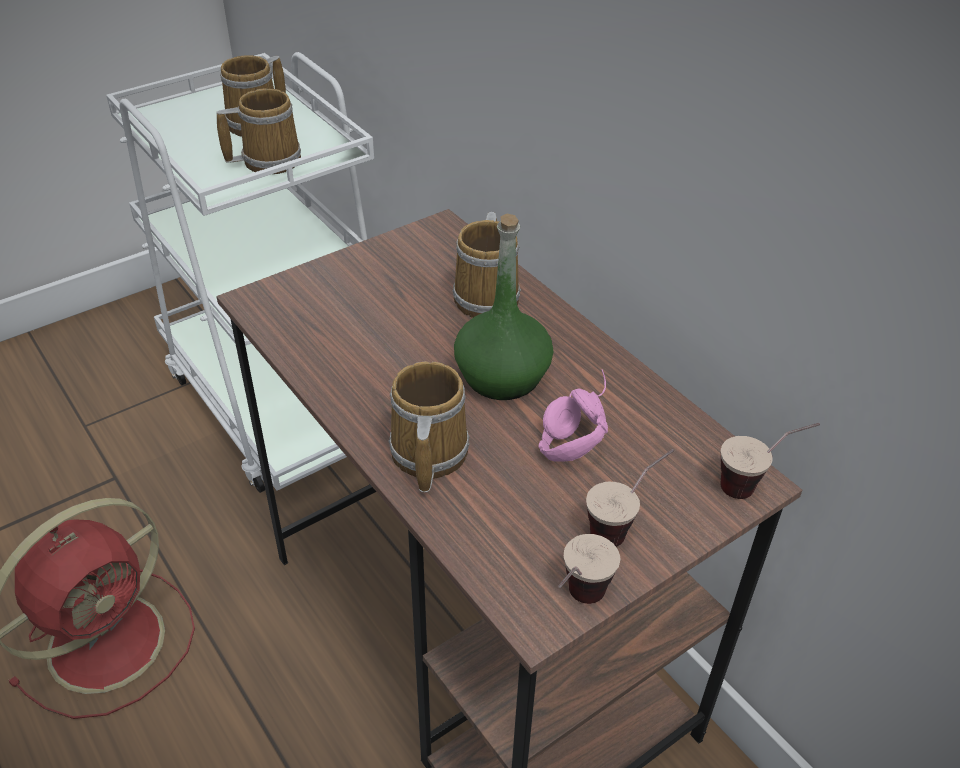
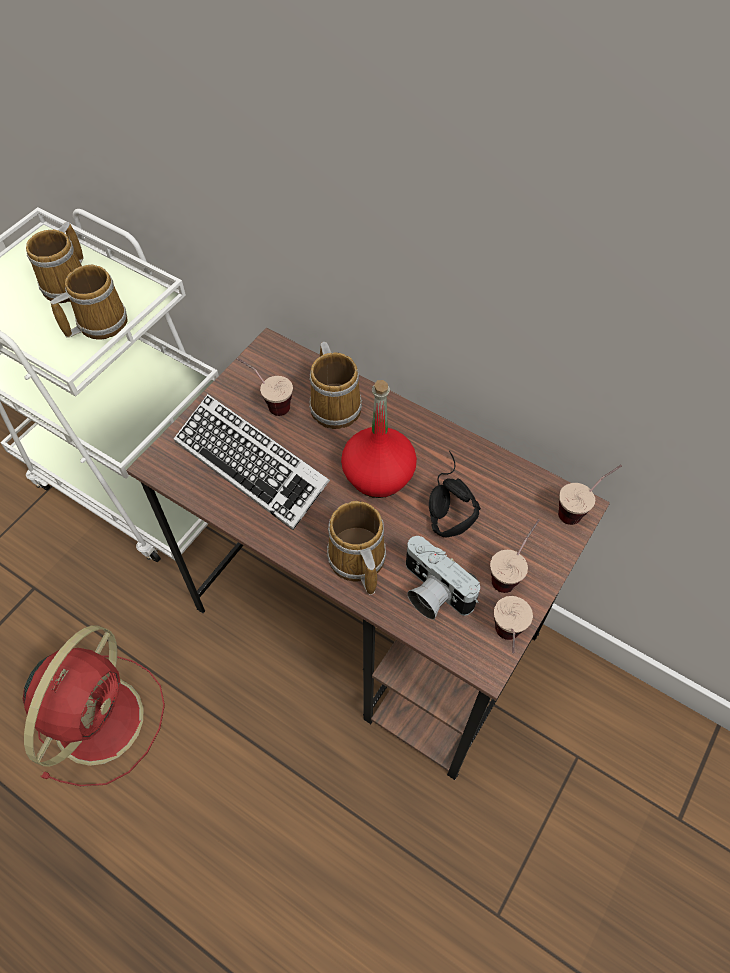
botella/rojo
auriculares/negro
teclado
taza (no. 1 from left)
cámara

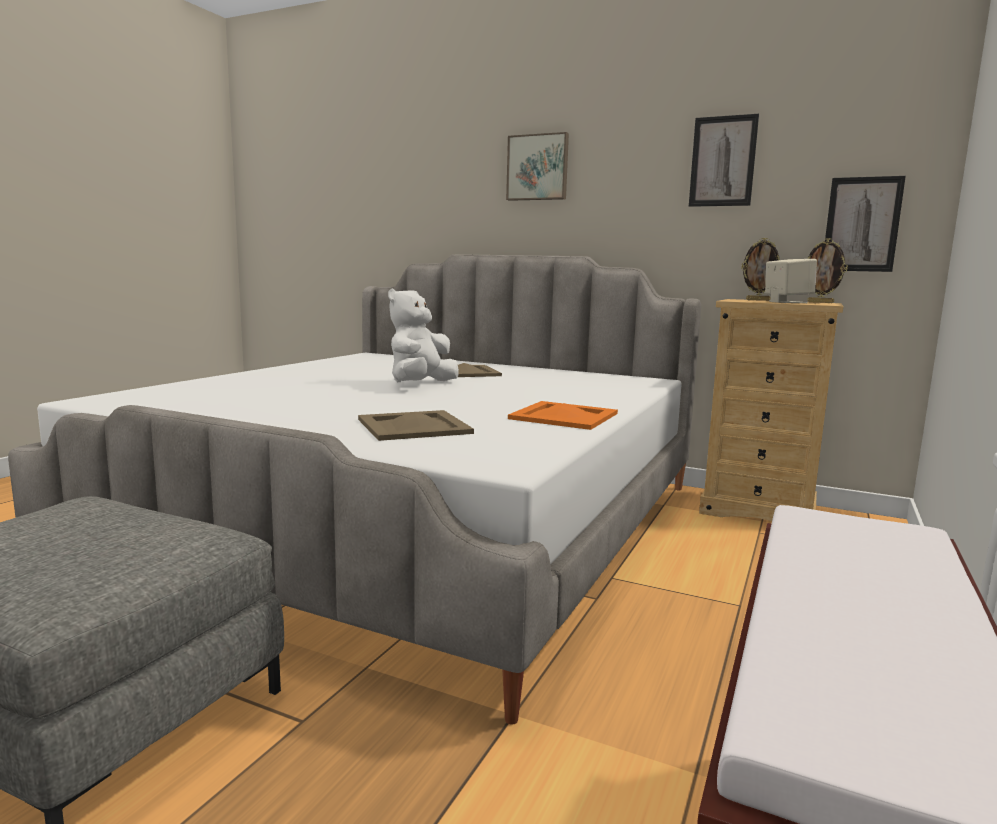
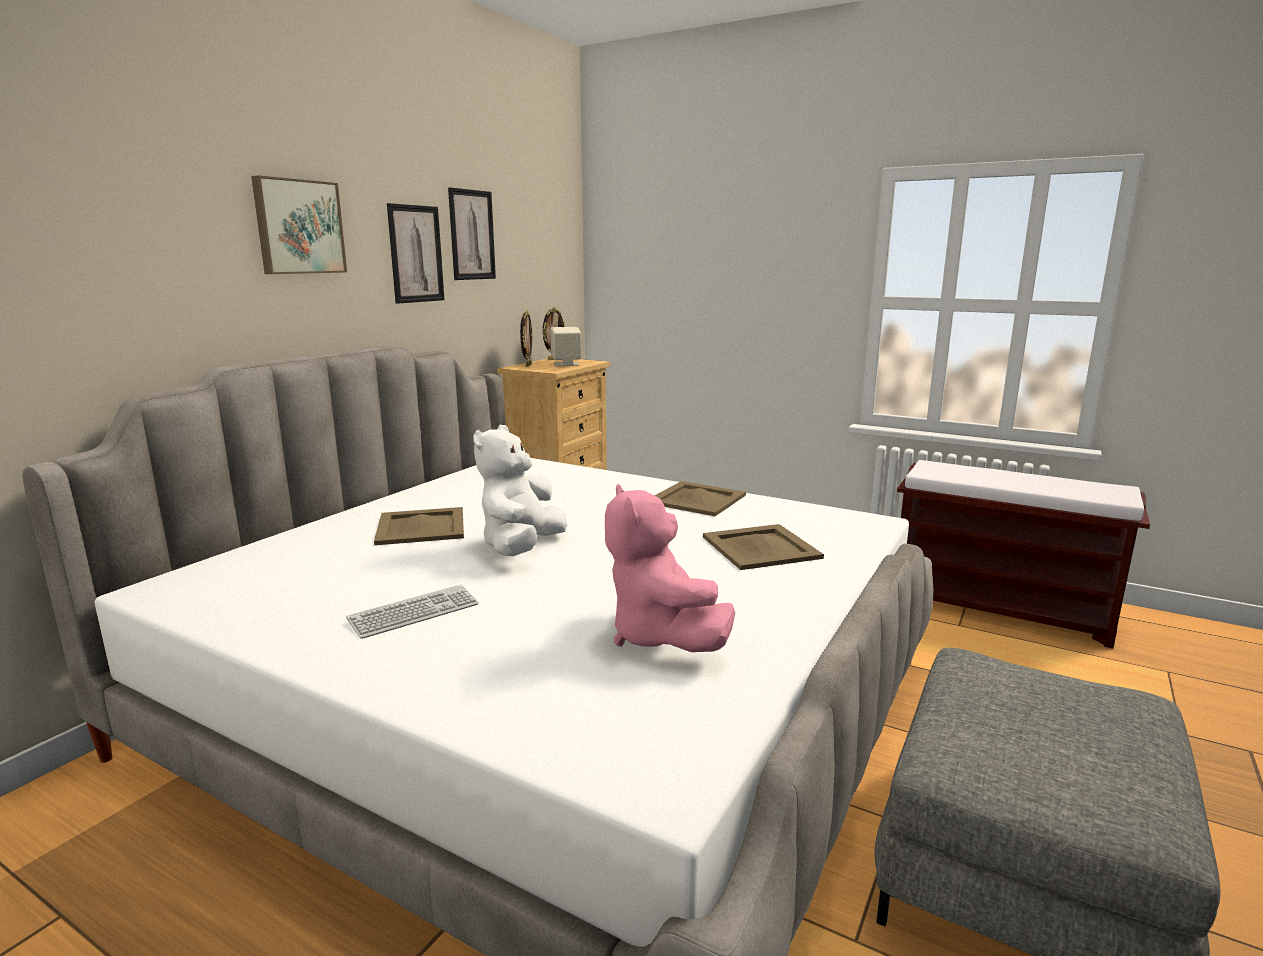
peluche/blanco
bandeja/beis (no. 2 from left)
cuadro (no. 2 from left)
teclado
peluche/rosa

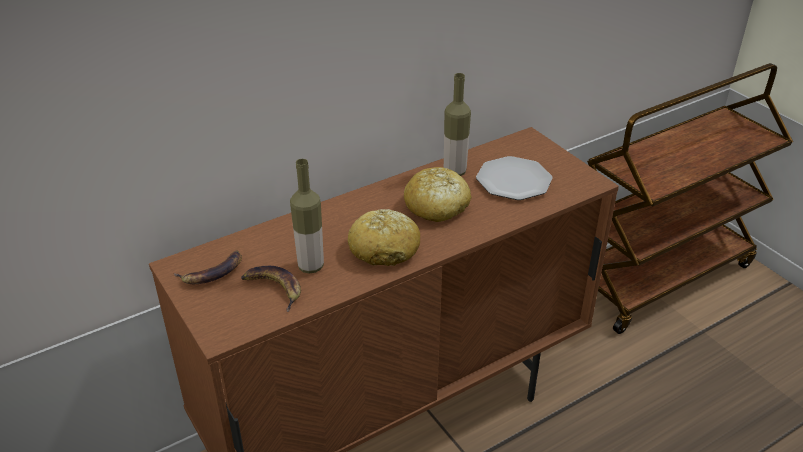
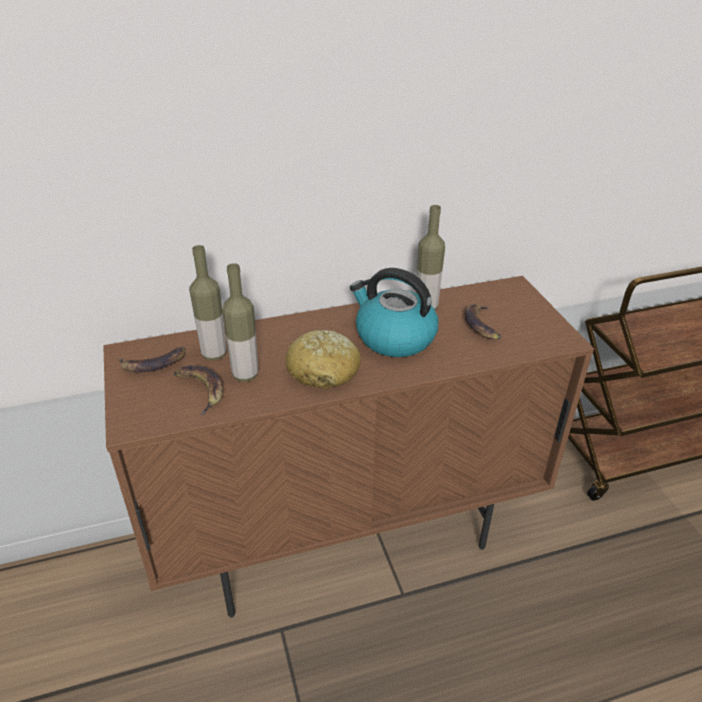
hervidor
plátano (no. 3 from left)
botella (no. 1 from left)

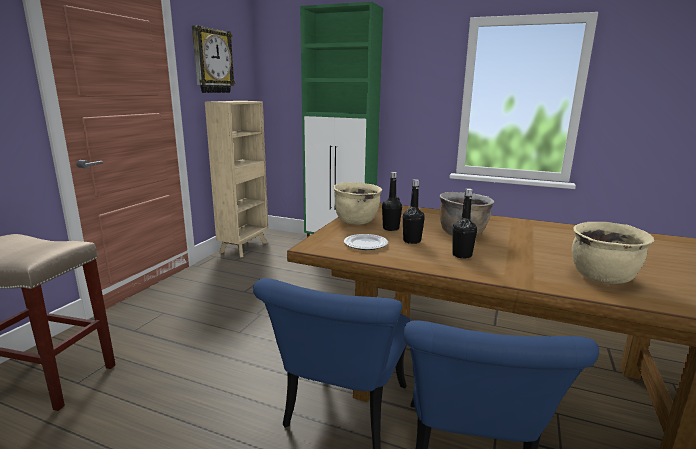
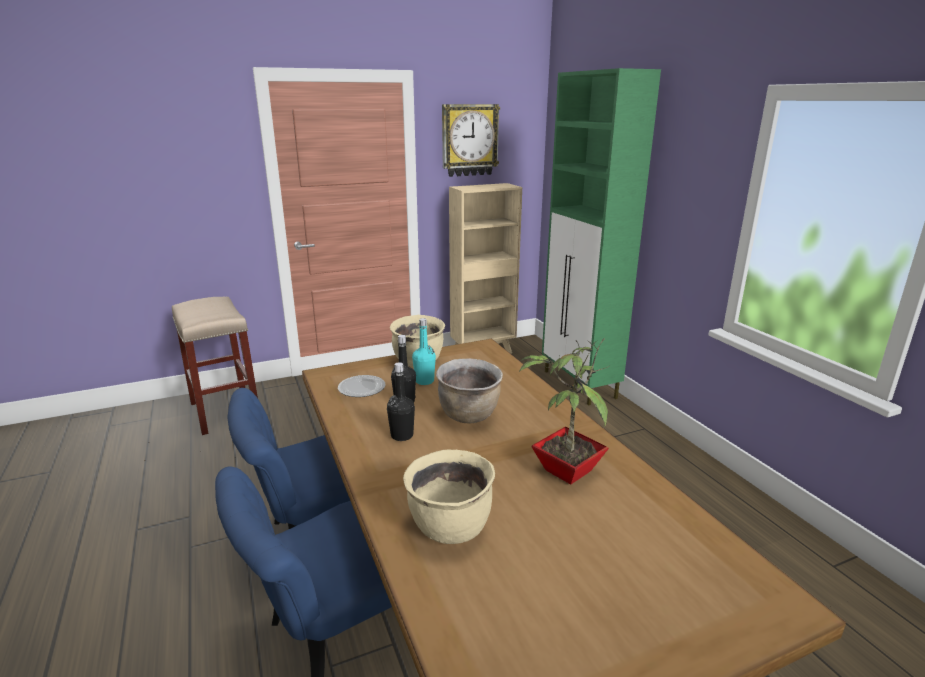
botella/turquesa
planta en maceta

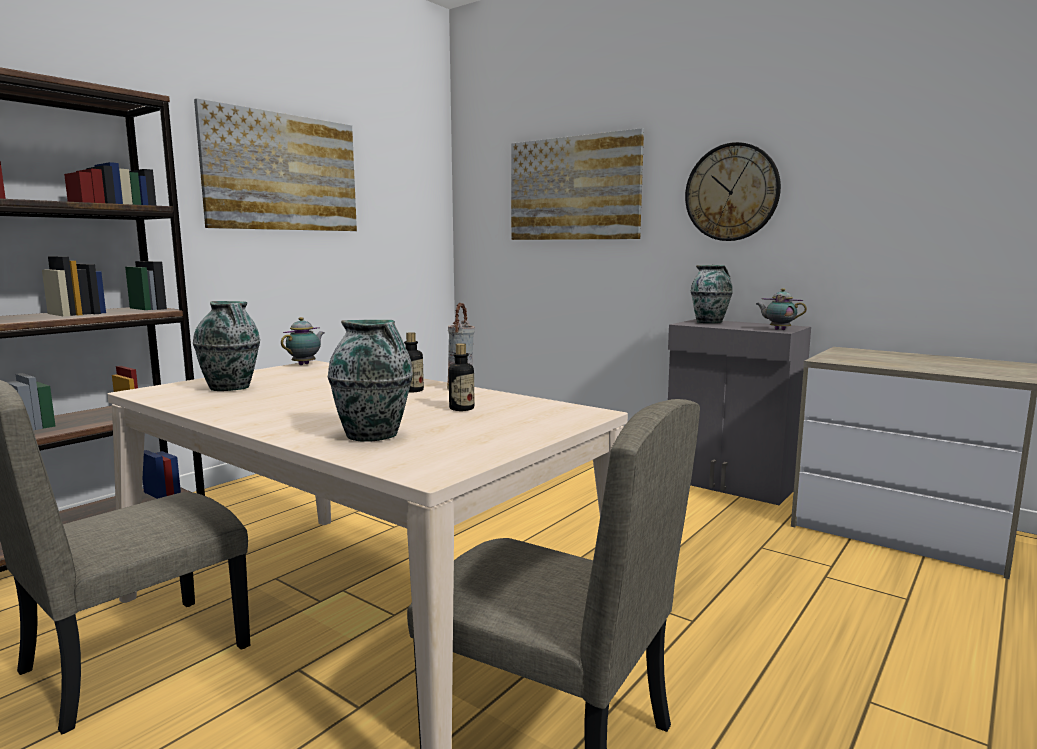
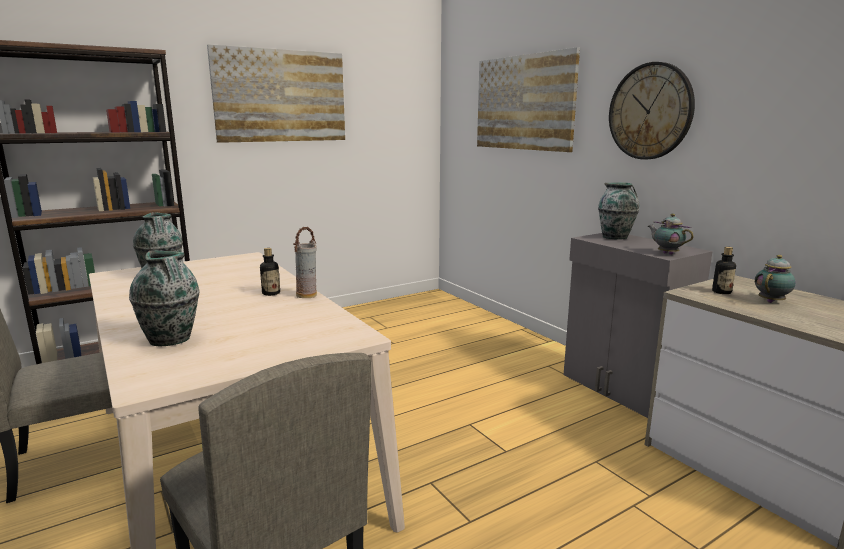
tetera (no. 2 from left)
botella (no. 2 from left)

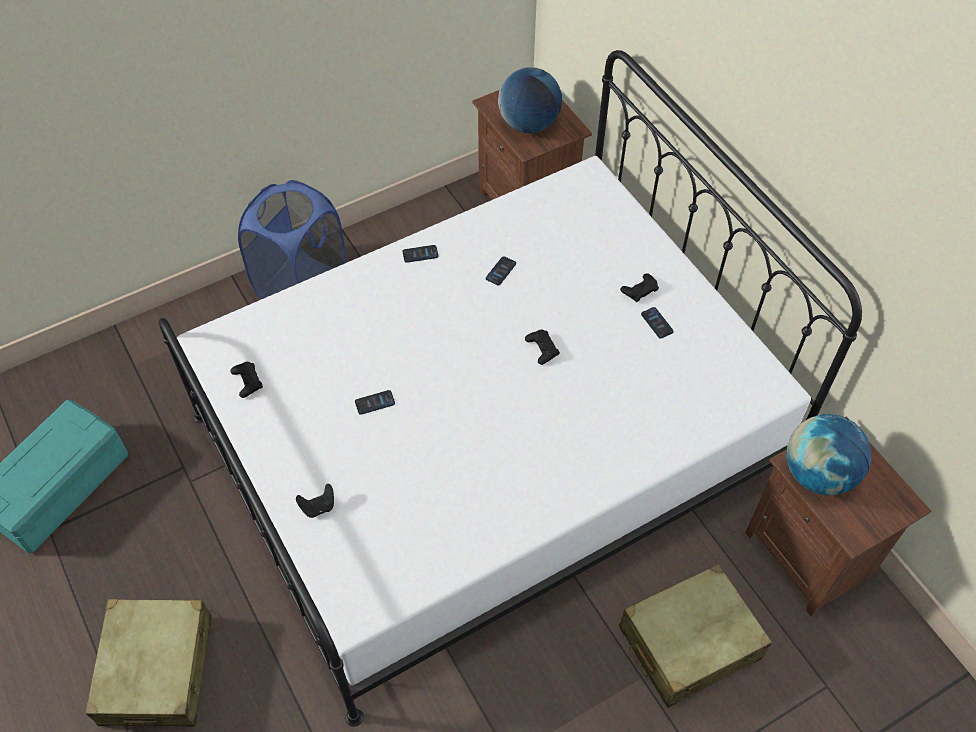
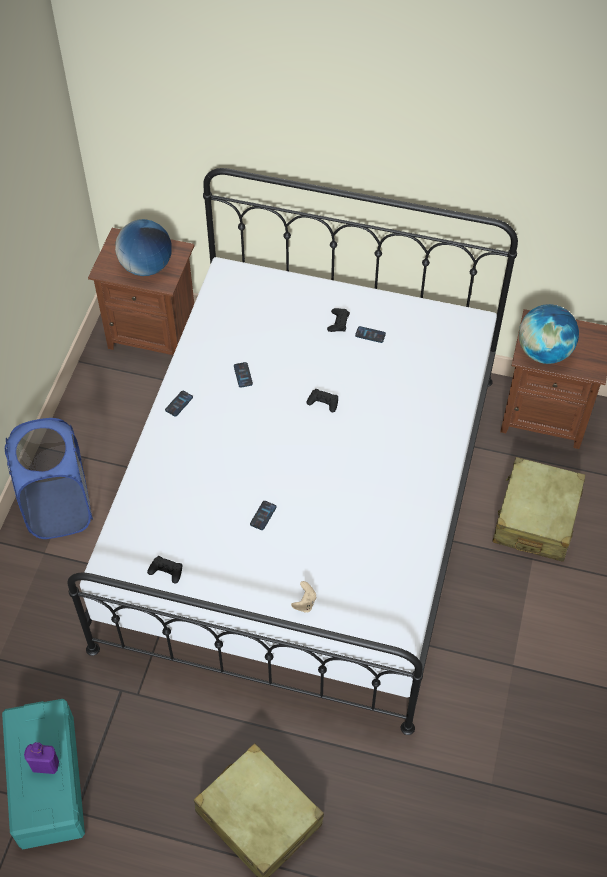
mando de consola/beis
botella/morado

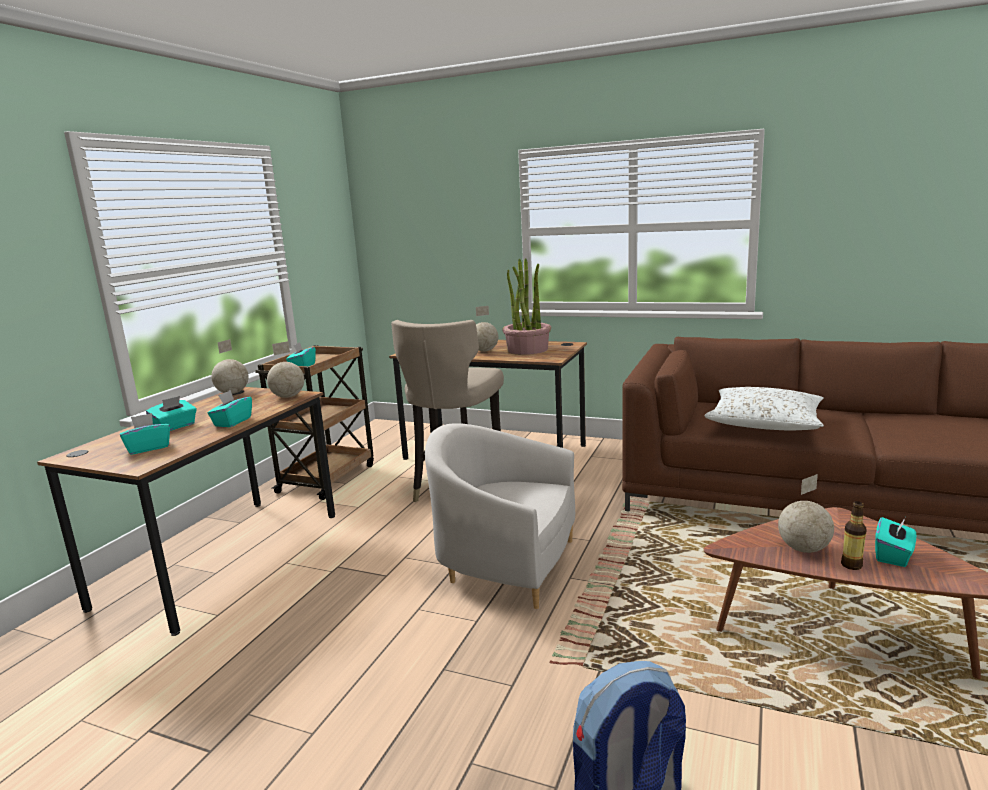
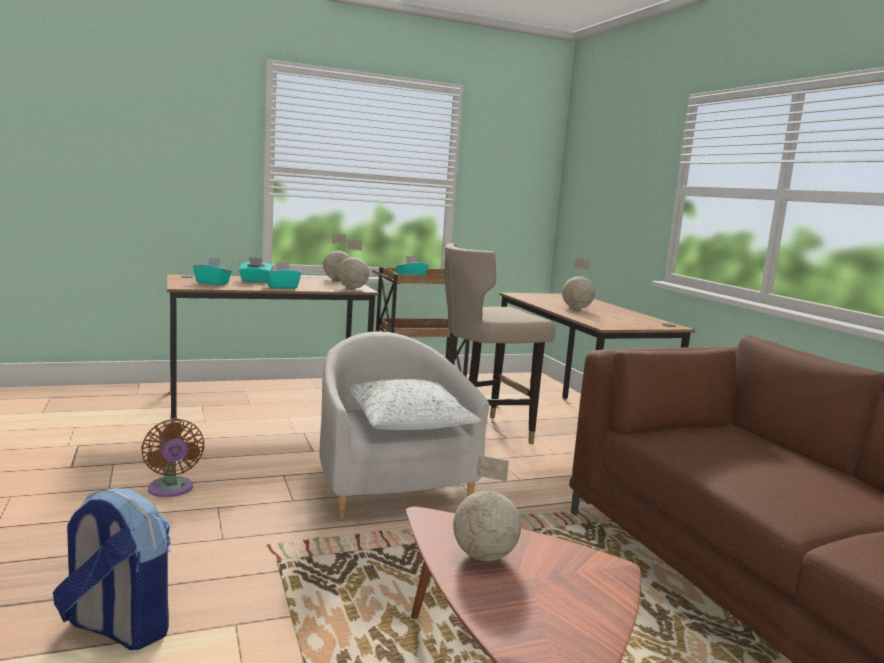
planta en maceta
cojín/blanco
botella
caja de pañuelos/turquesa (no. 5 from left in the first image)
ventilador/marrón

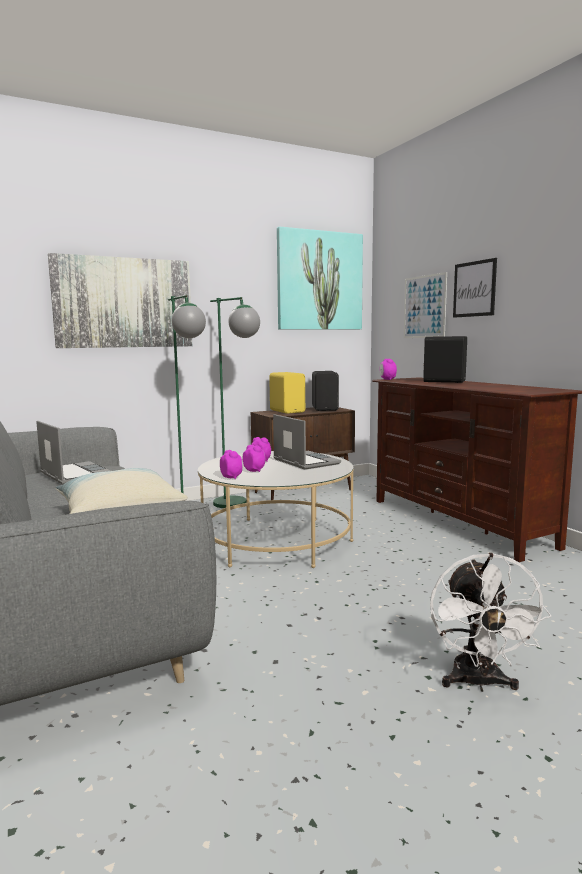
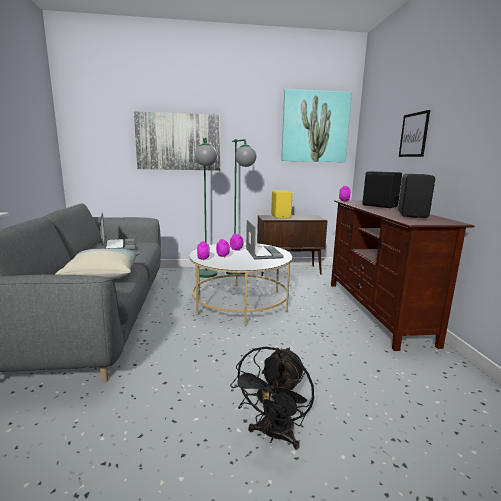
altavoz/negro (no. 2 from left)
cuadro (no. 3 from left in the first image)
ventilador/negro

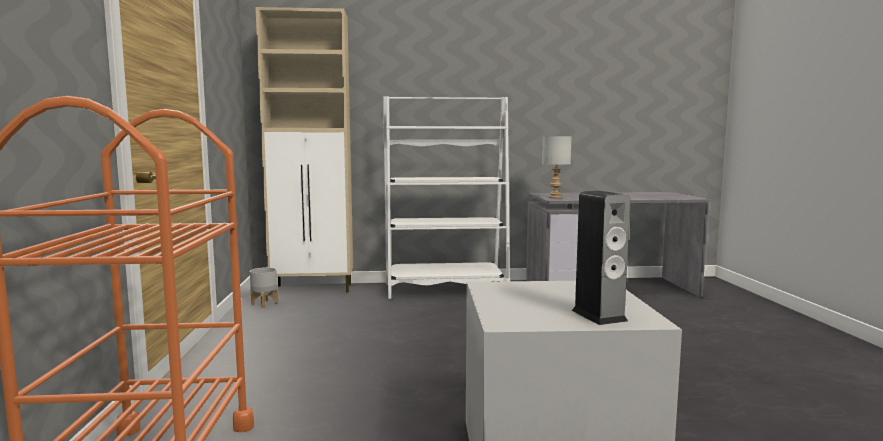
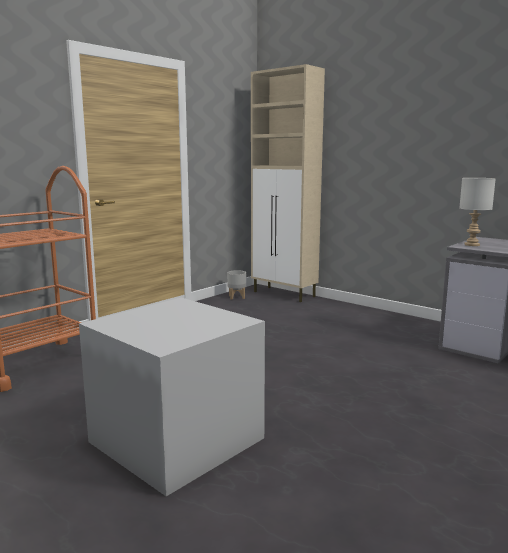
estantería/blanco
altavoz

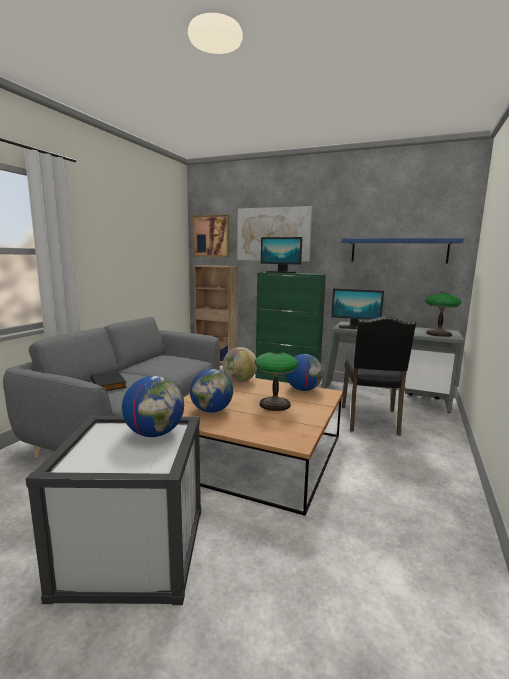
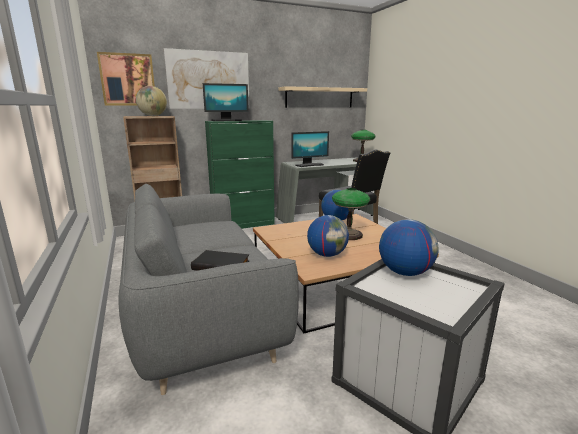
globo terráqueo (no. 1 from left)
estante/beis

